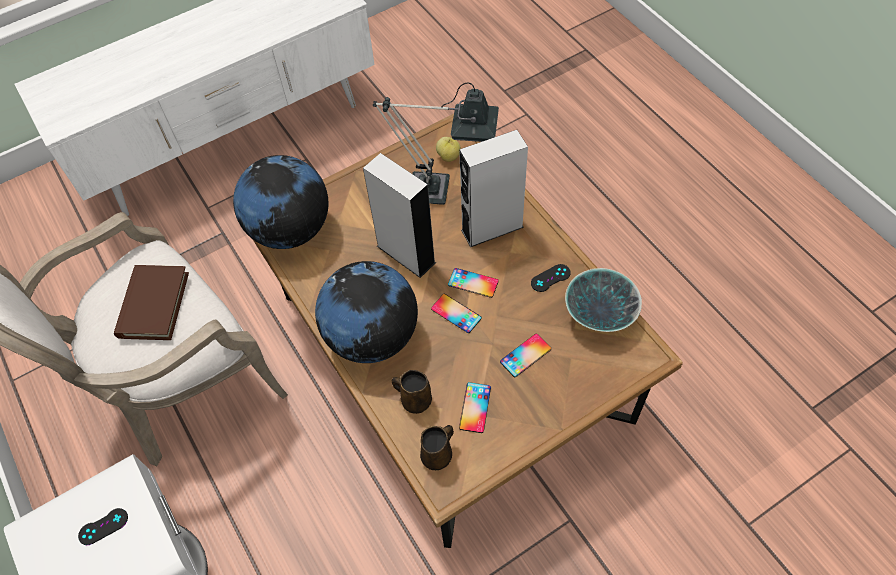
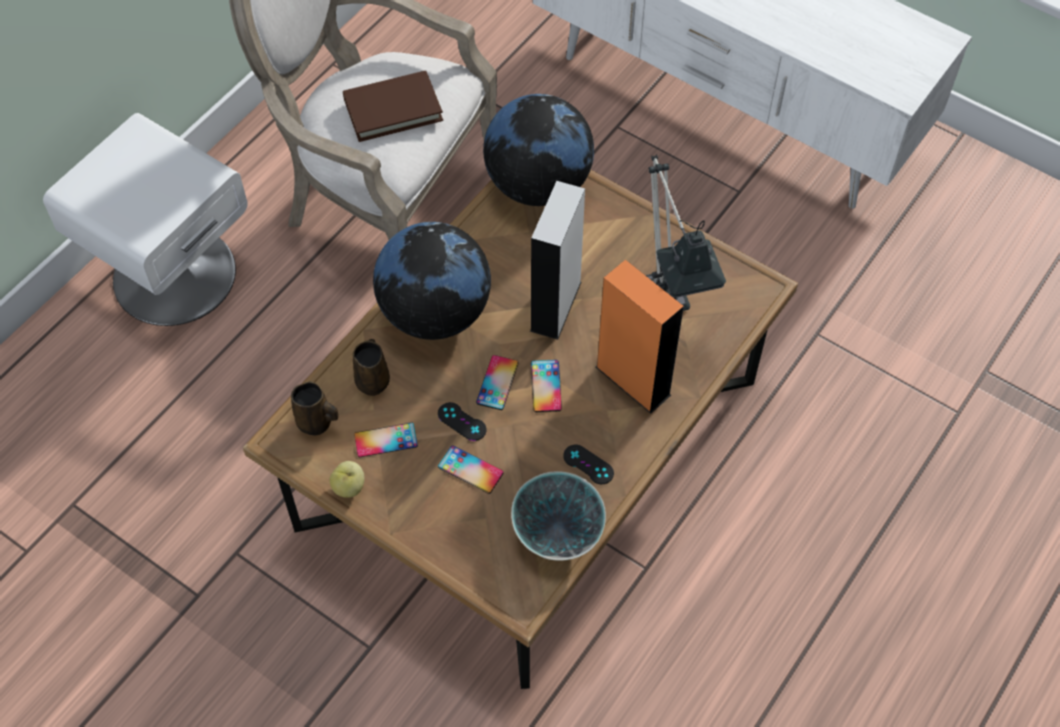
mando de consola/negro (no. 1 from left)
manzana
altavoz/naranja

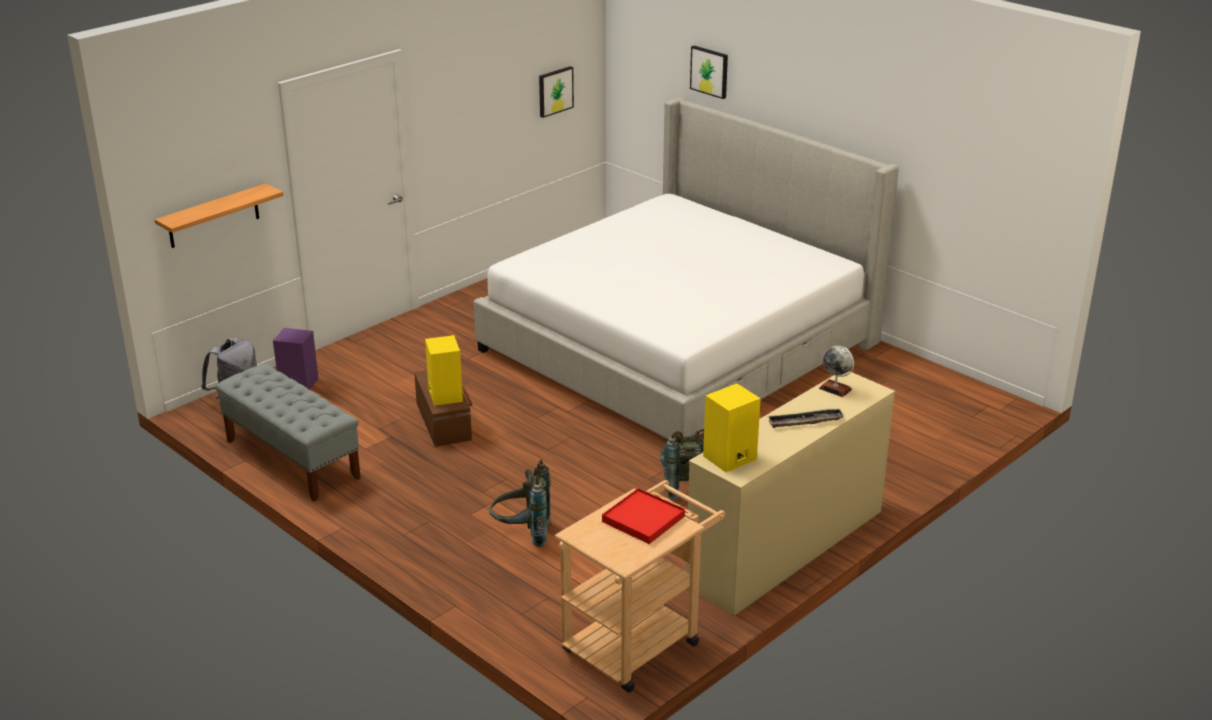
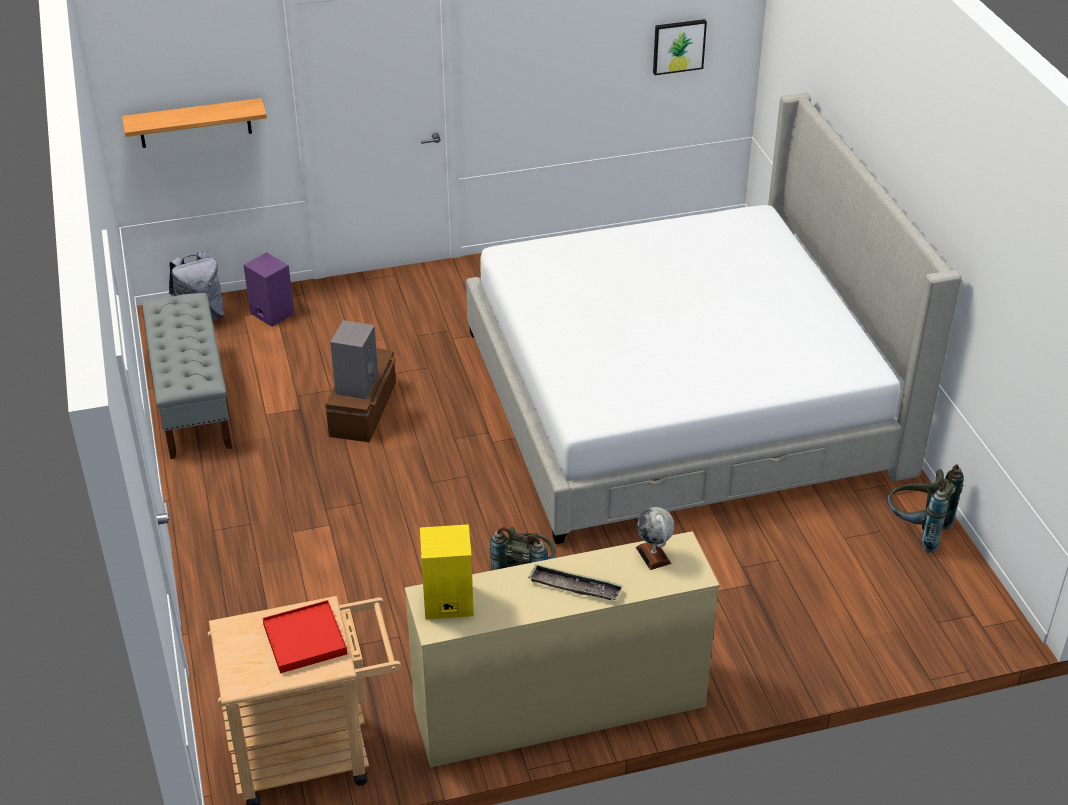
altavoz/gris
mochila/gris (no. 3 from left)
cuadro (no. 2 from left in the first image)

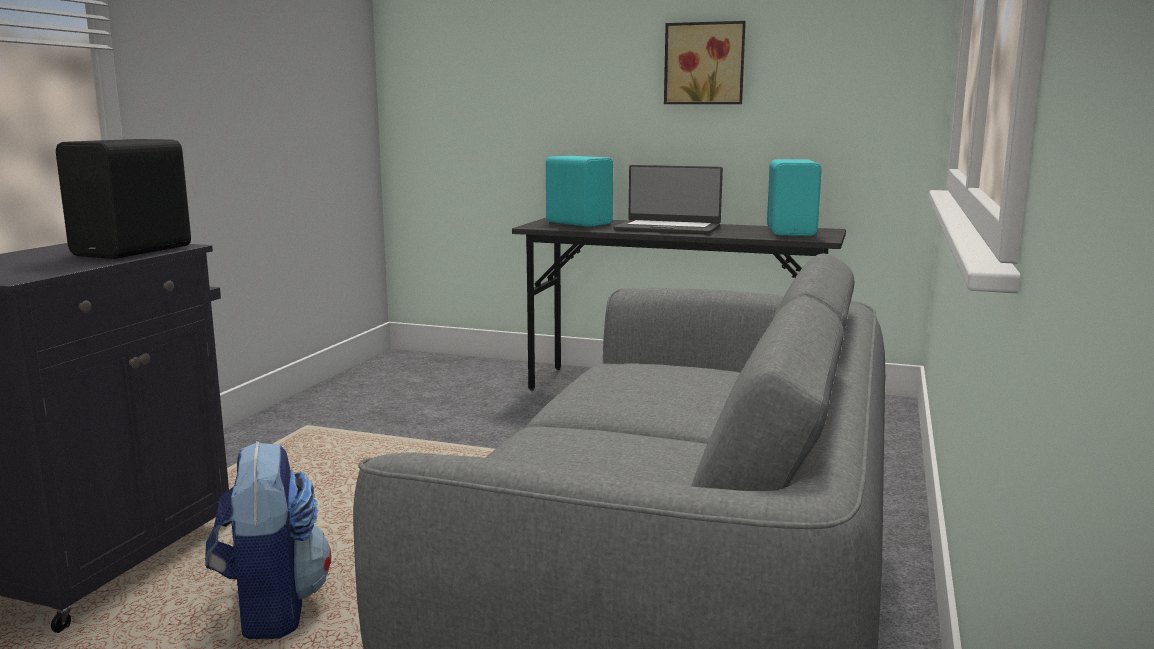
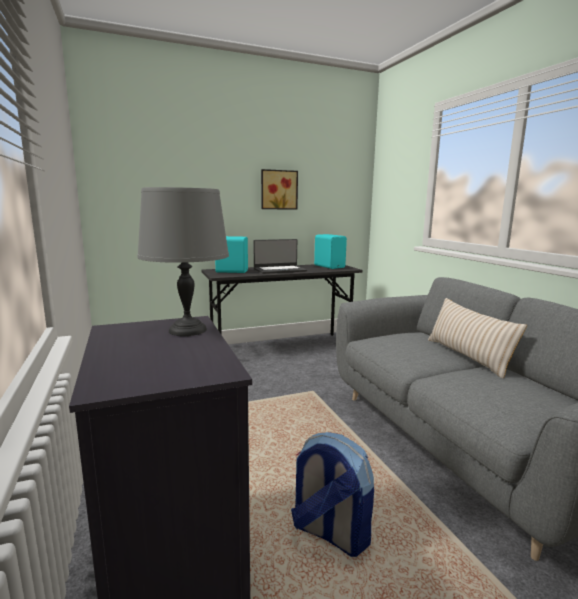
lámpara de mesa/gris
cojín/beis

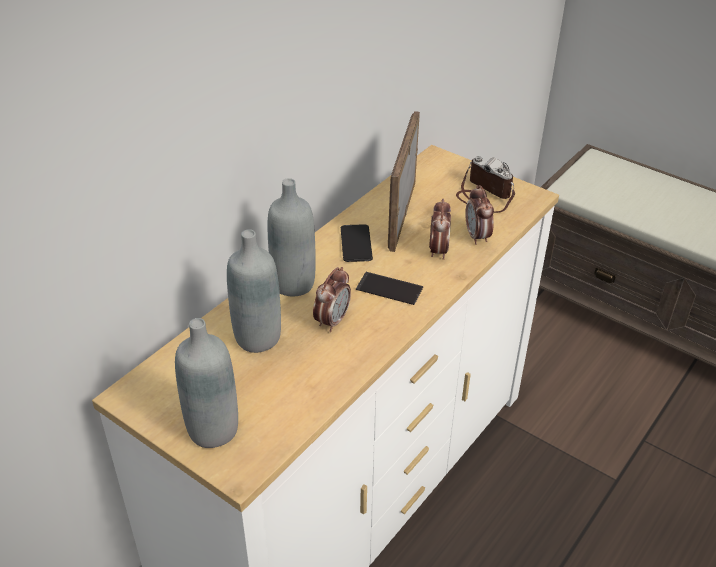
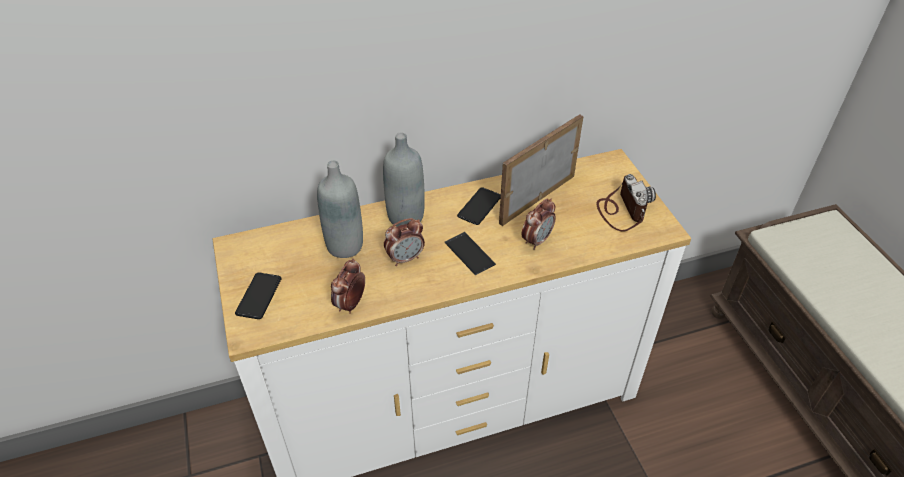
móvil (no. 1 from left)
despertador (no. 1 from left)

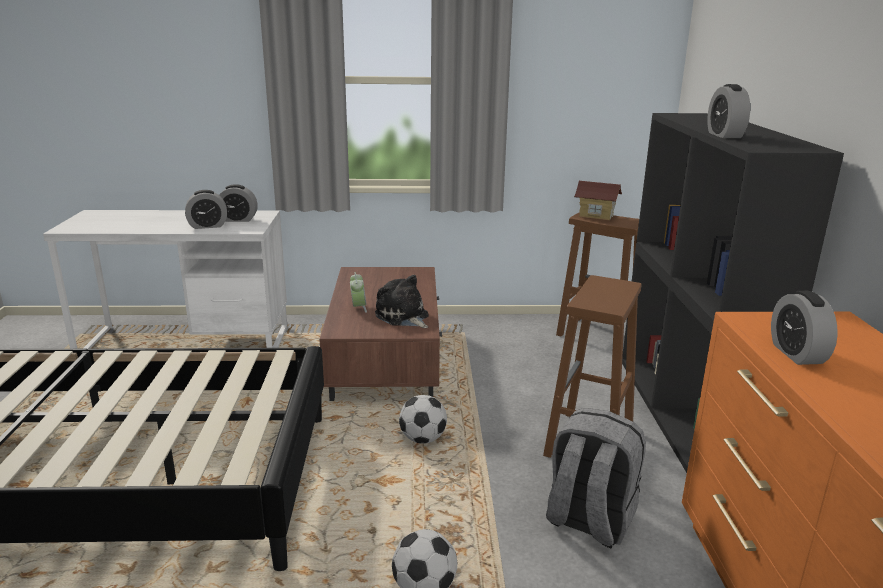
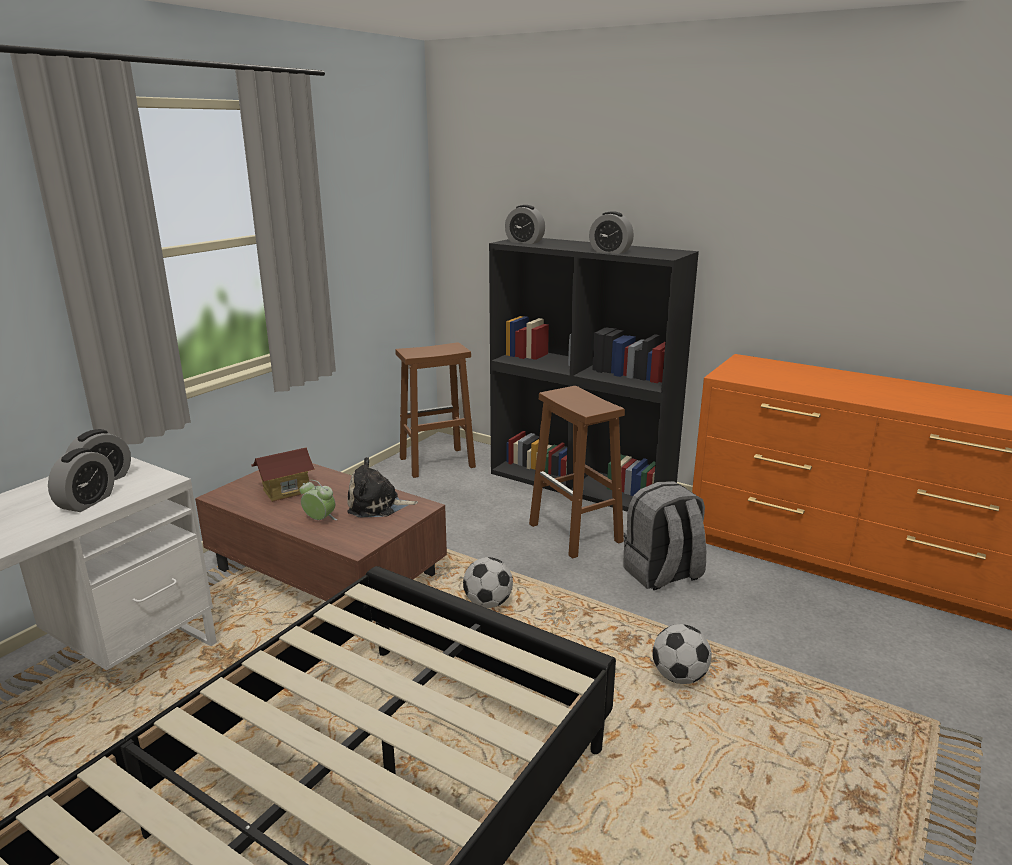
casita
despertador (no. 4 from left)

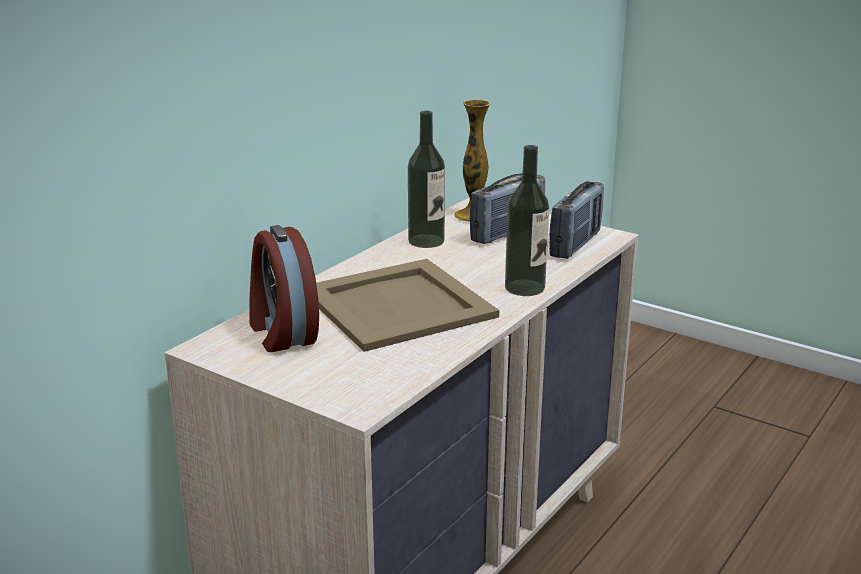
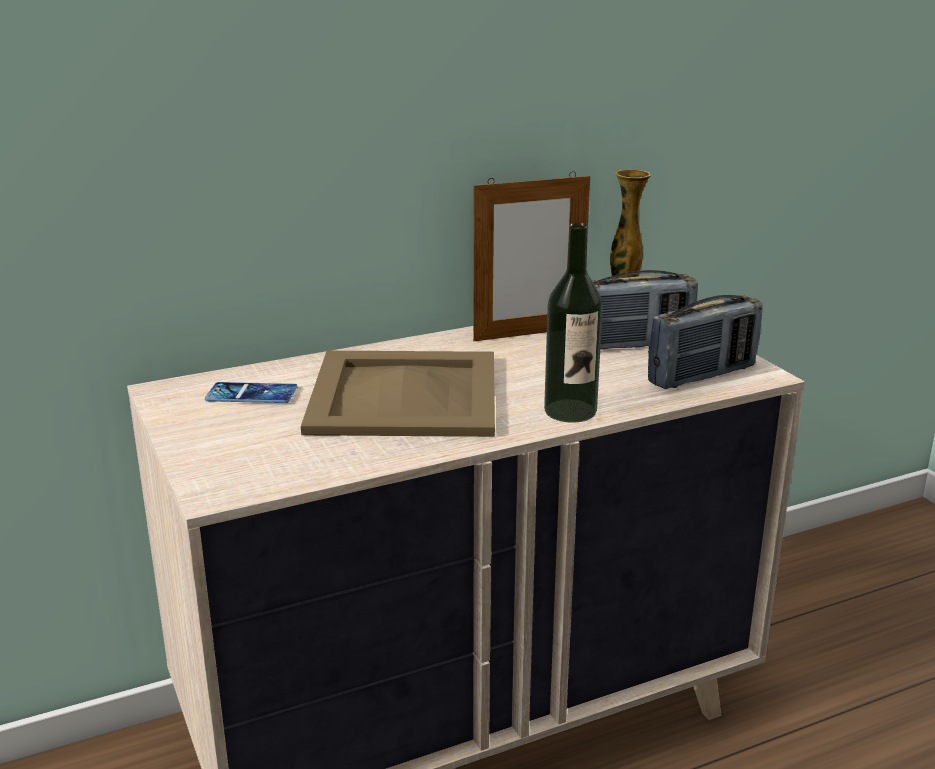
móvil
portarretratos

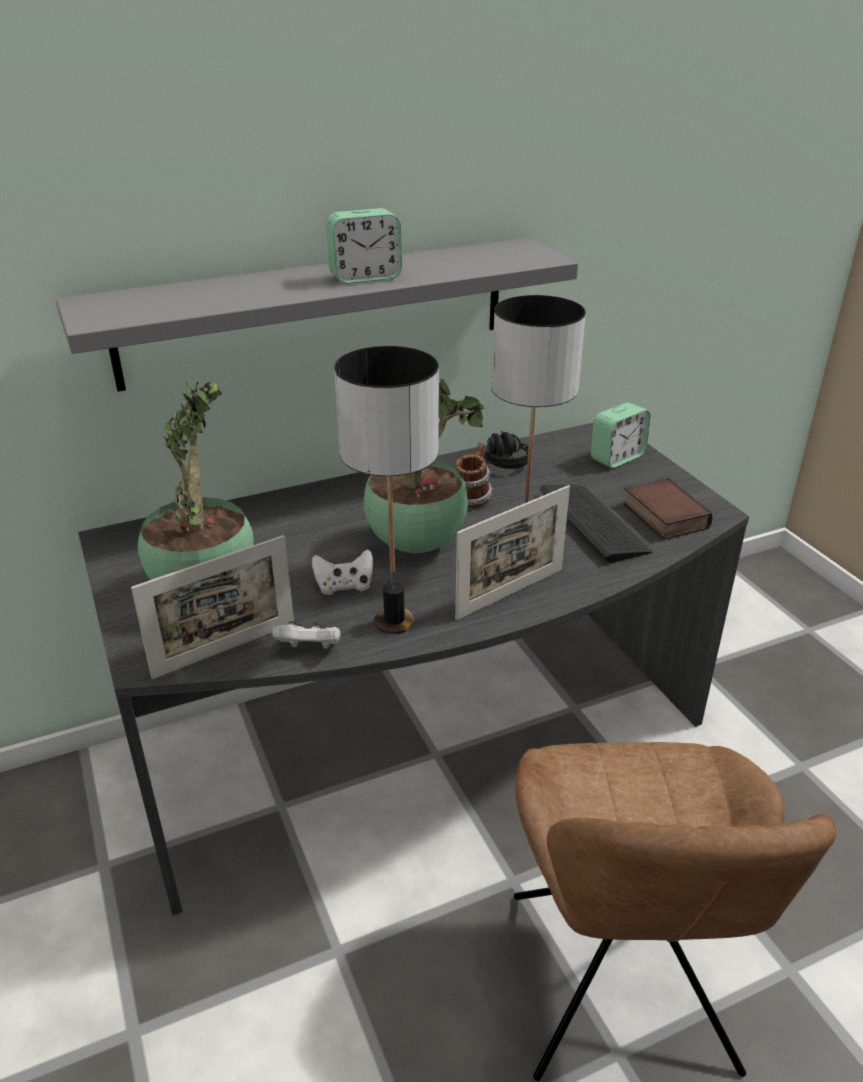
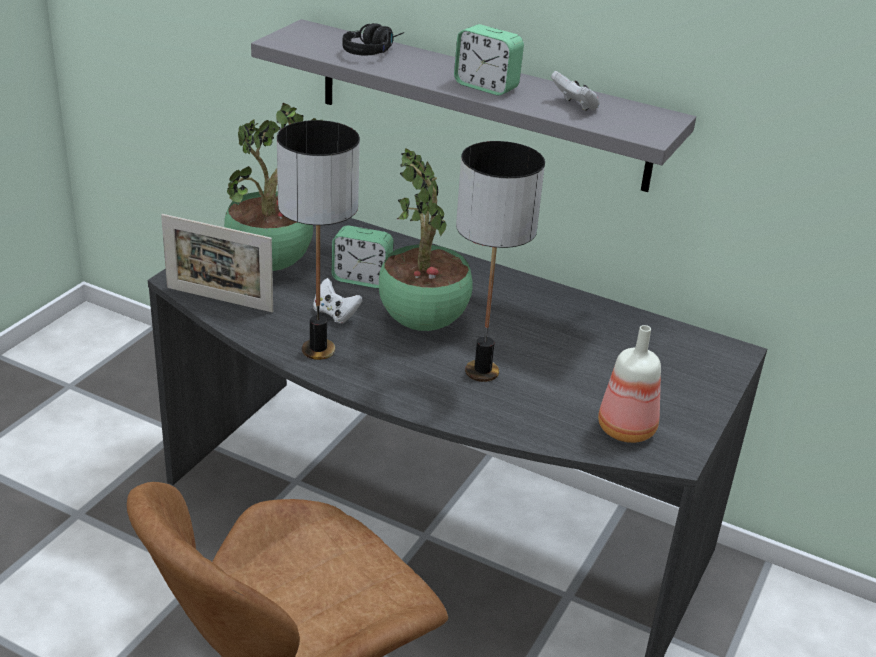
mando de consola/blanco (no. 2 from left)
taza grande
portarretratos (no. 2 from left in the first image)
auriculares/negro
teclado
despertador (no. 1 from left)
botella

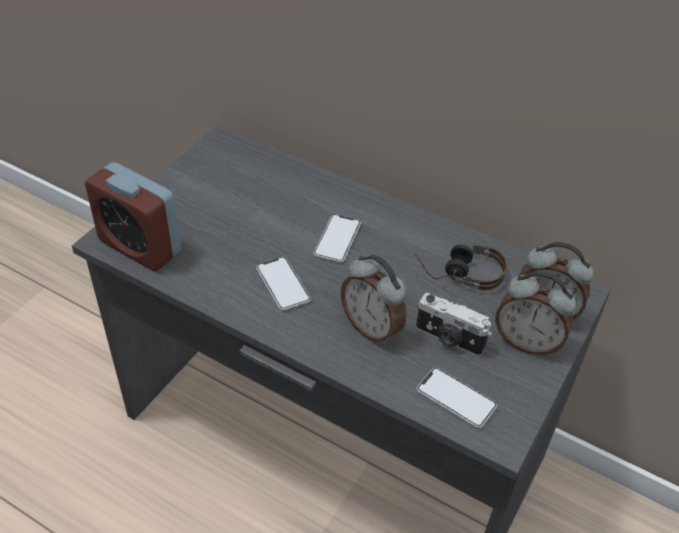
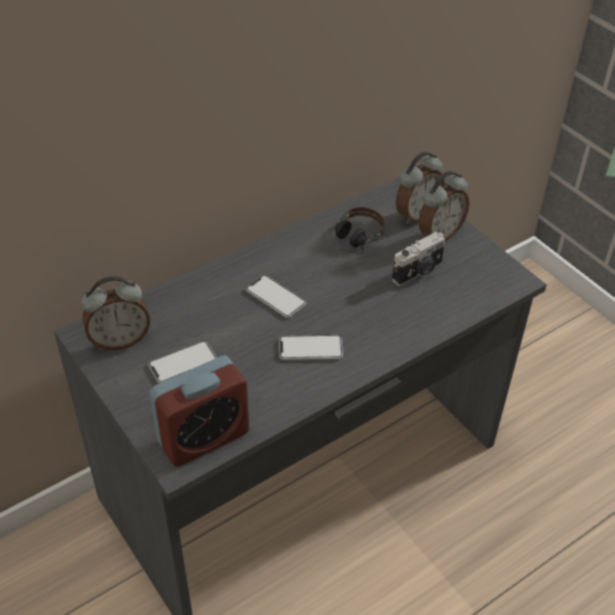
despertador (no. 1 from left)
móvil (no. 1 from left)

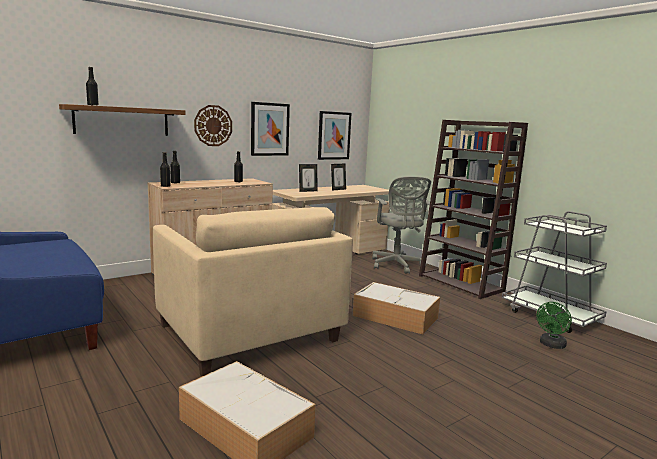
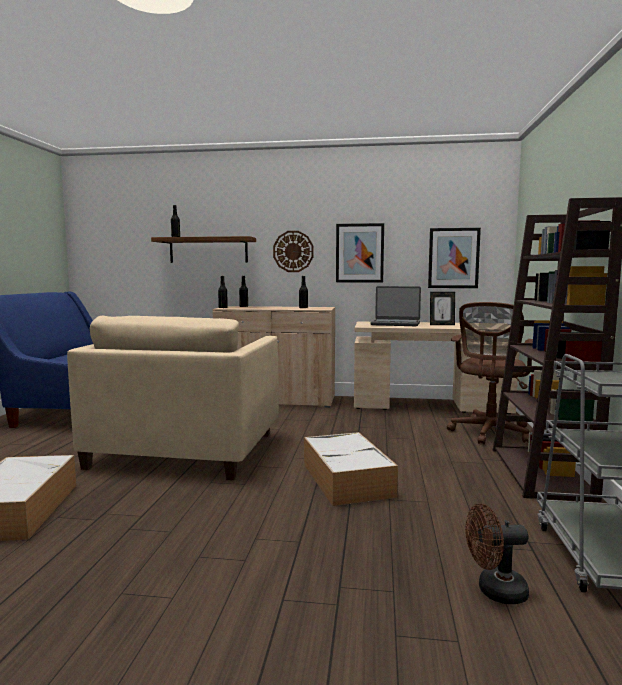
portátil
silla de oficina/marrón
ventilador/marrón

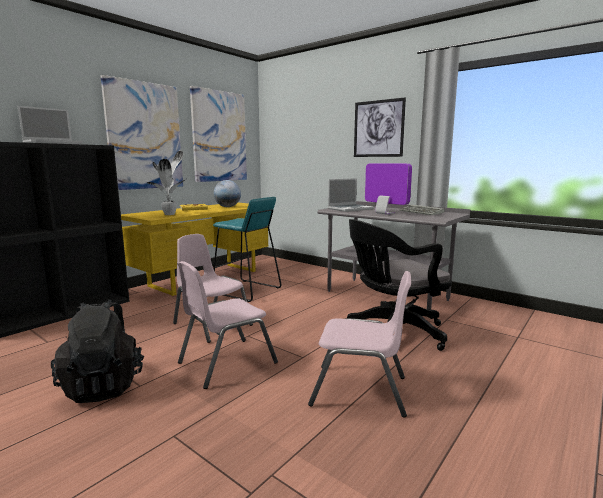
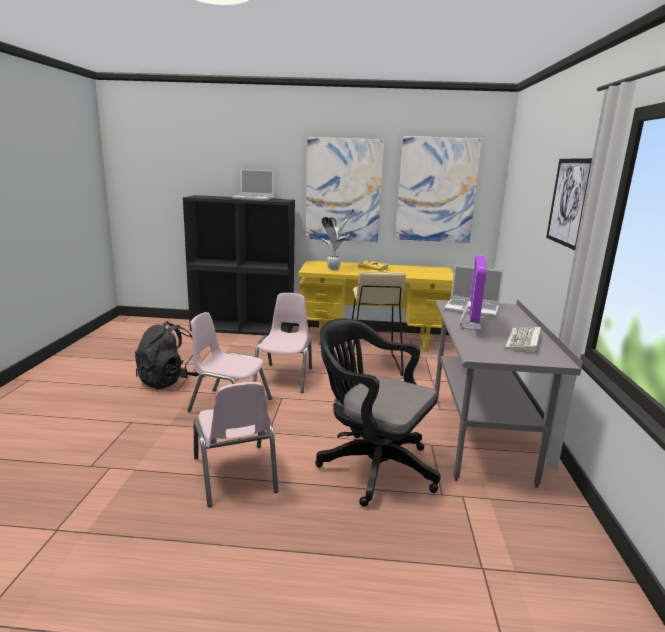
globo terráqueo
taburete/beis

